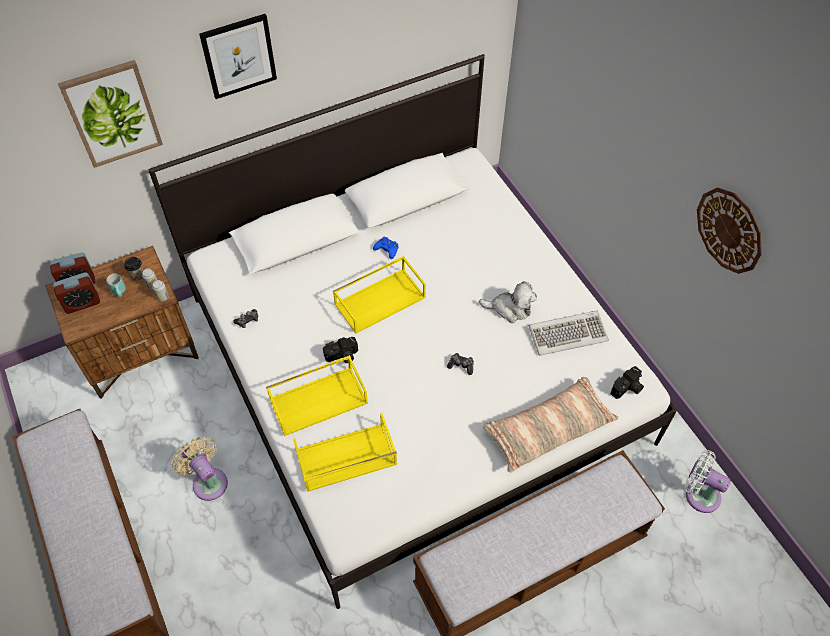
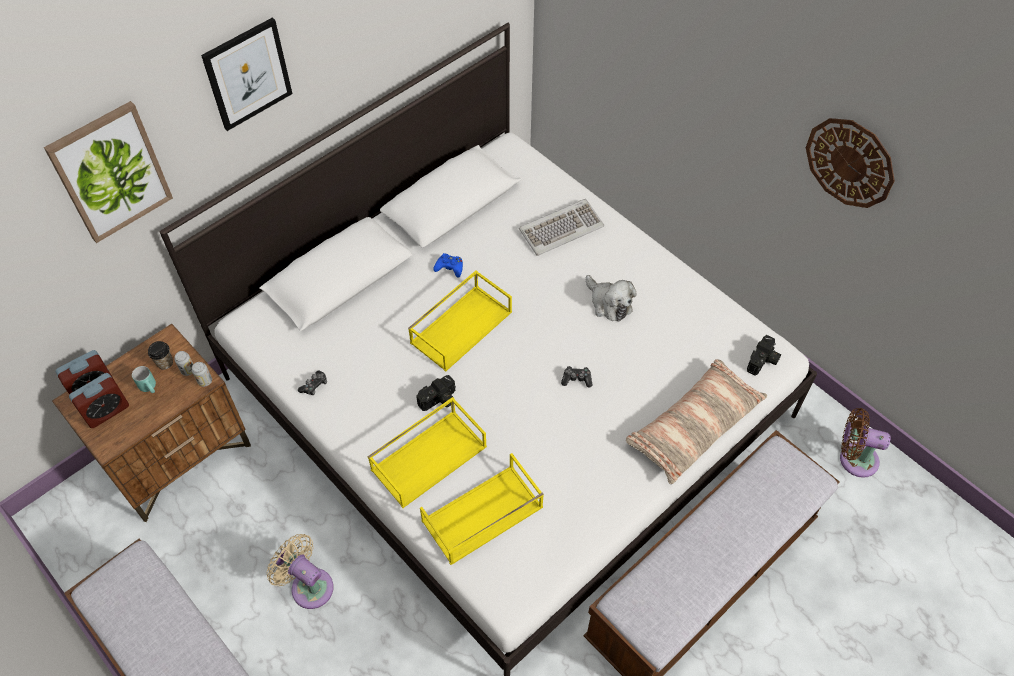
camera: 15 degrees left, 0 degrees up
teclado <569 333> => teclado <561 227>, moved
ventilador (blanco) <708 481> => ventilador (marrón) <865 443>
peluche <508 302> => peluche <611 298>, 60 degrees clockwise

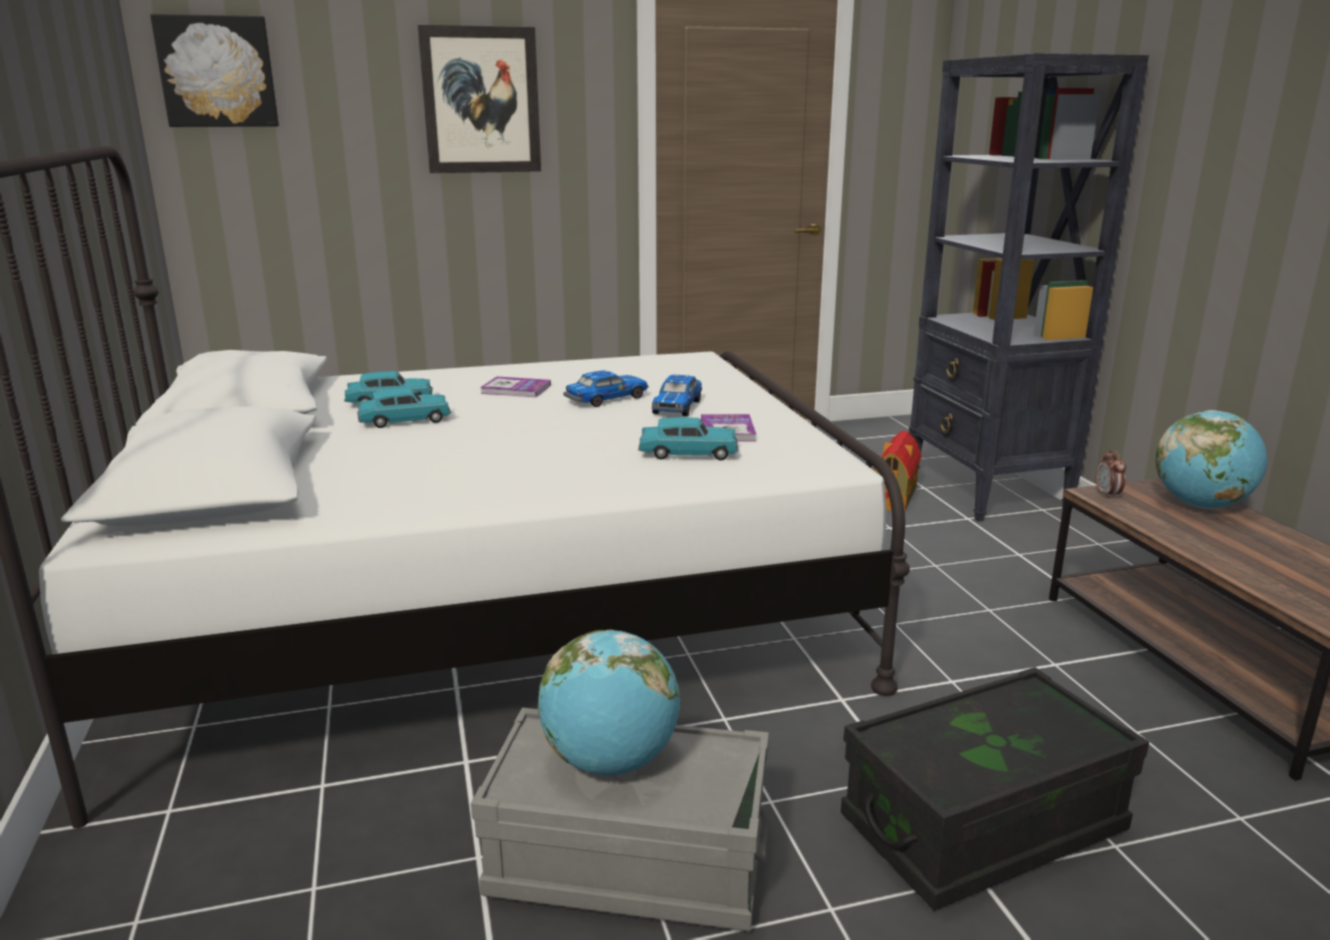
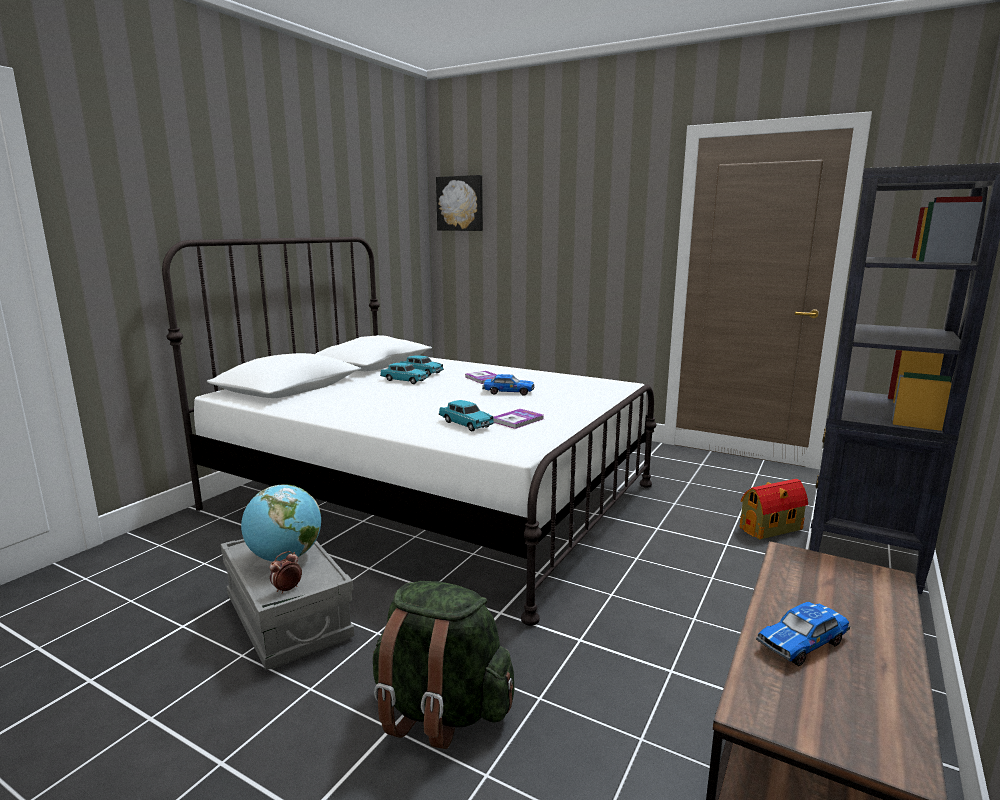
camera: 45 degrees right, 5 degrees down
cuadro <479 99> => nothing
globo terráqueo <1211 459> => nothing
coche de juguete <677 395> => coche de juguete <803 634>, moved
despertador <1111 474> => despertador <285 572>, moved
caja de almacenaje (negro) <995 789> => mochila (verde) <443 665>

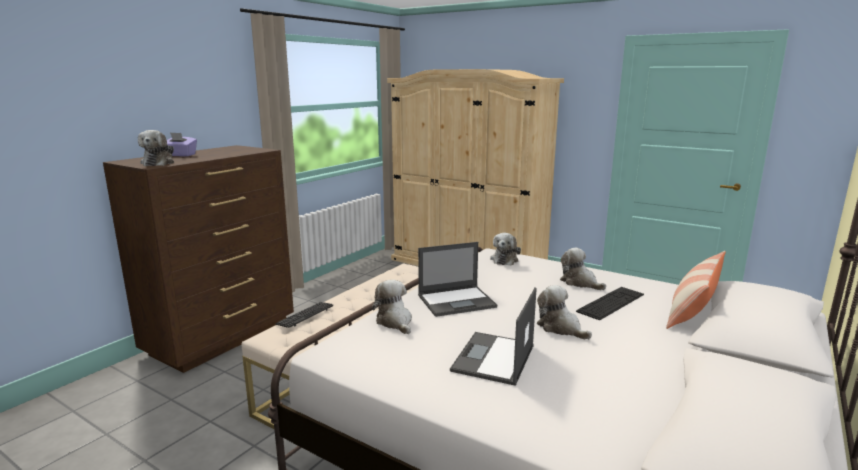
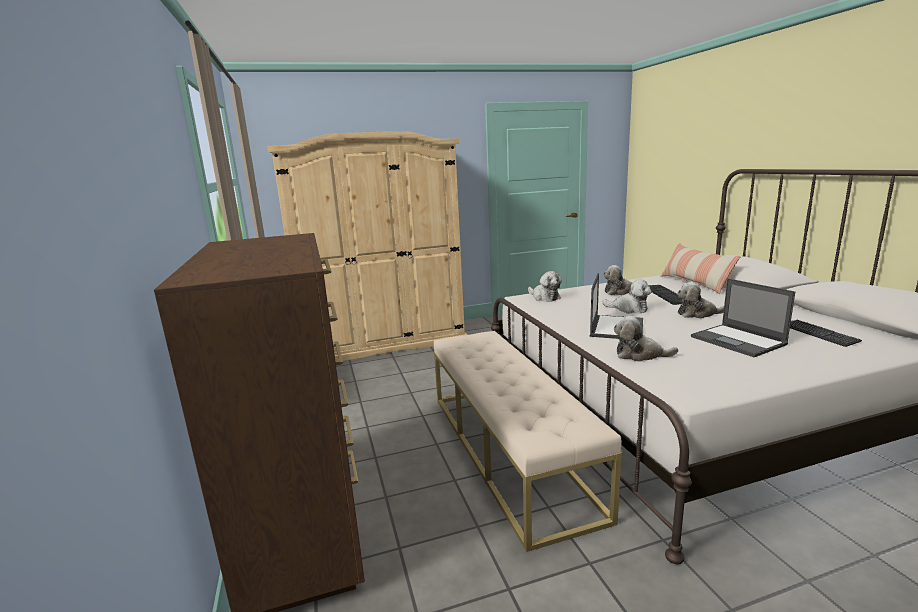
camera: 50 degrees left, 0 degrees up
caja de pañuelos (morado) <182 145> => nothing
peluche <156 148> => peluche <627 296>, moved
teclado <304 315> => teclado <826 333>, moved

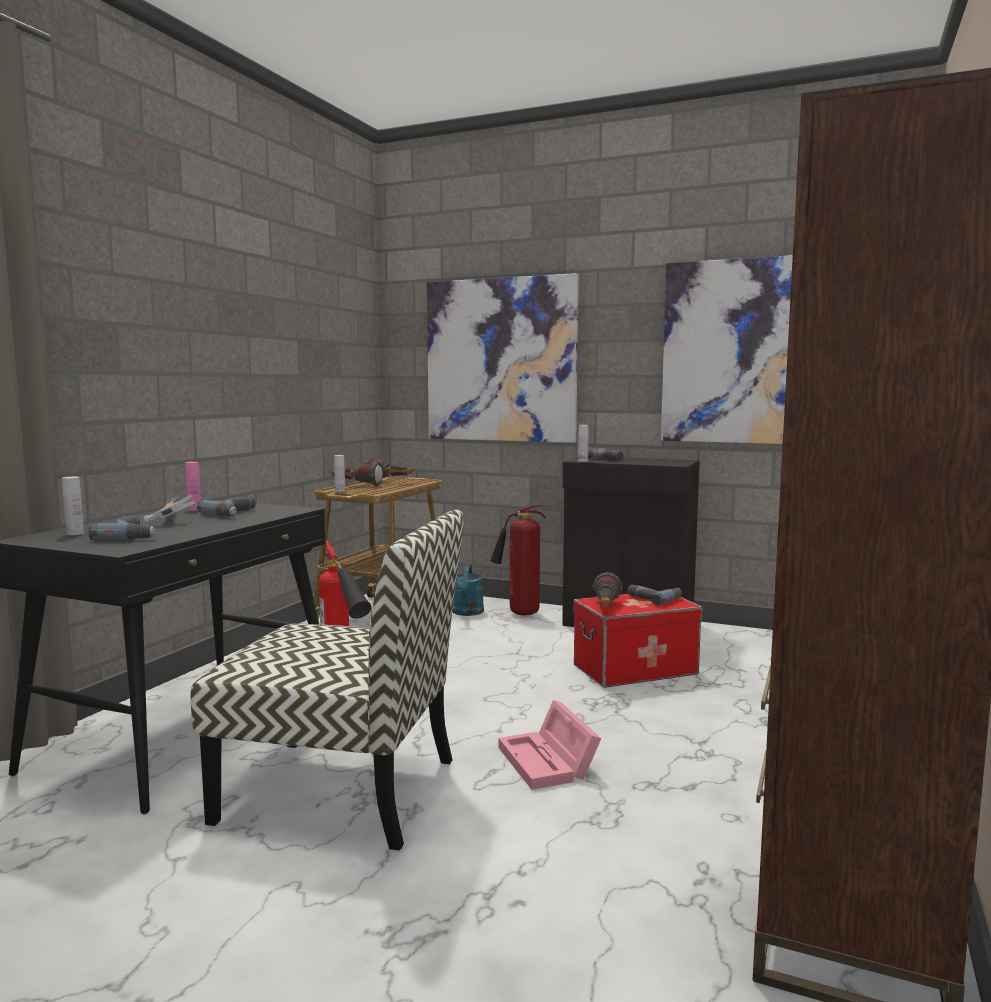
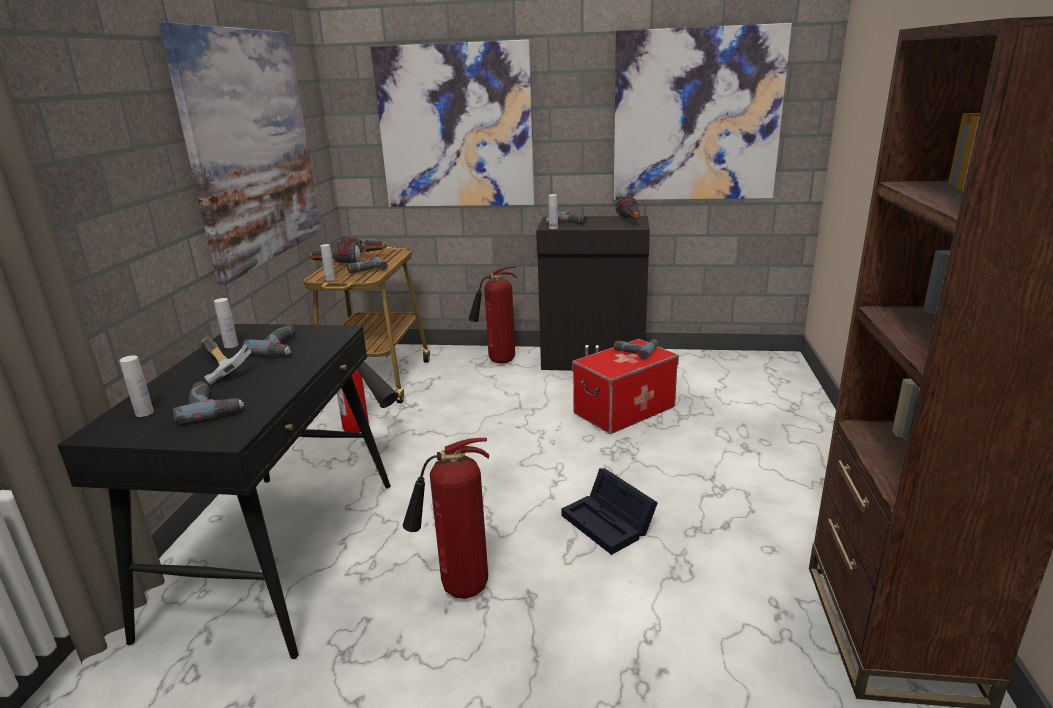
camera: 15 degrees left, 15 degrees up
regadera (turquesa) <468 590> => nothing
nothing => cuadro <240 153>
nothing => taladro <367 264>
linterna <608 589> => linterna <627 207>, moved
silla <327 680> => extintor <446 518>
botella (rosa) <193 486> => botella (blanco) <226 323>
caja de almacenaje (rosa) <549 745> => caja de almacenaje (negro) <609 511>

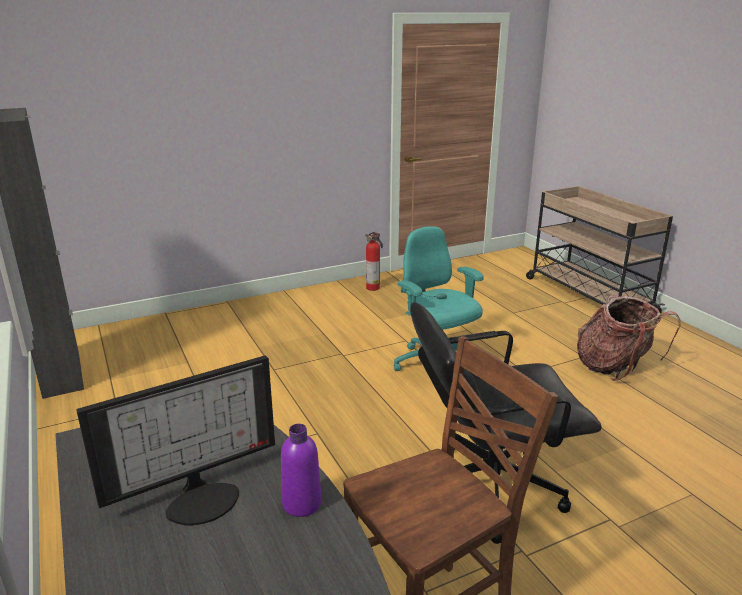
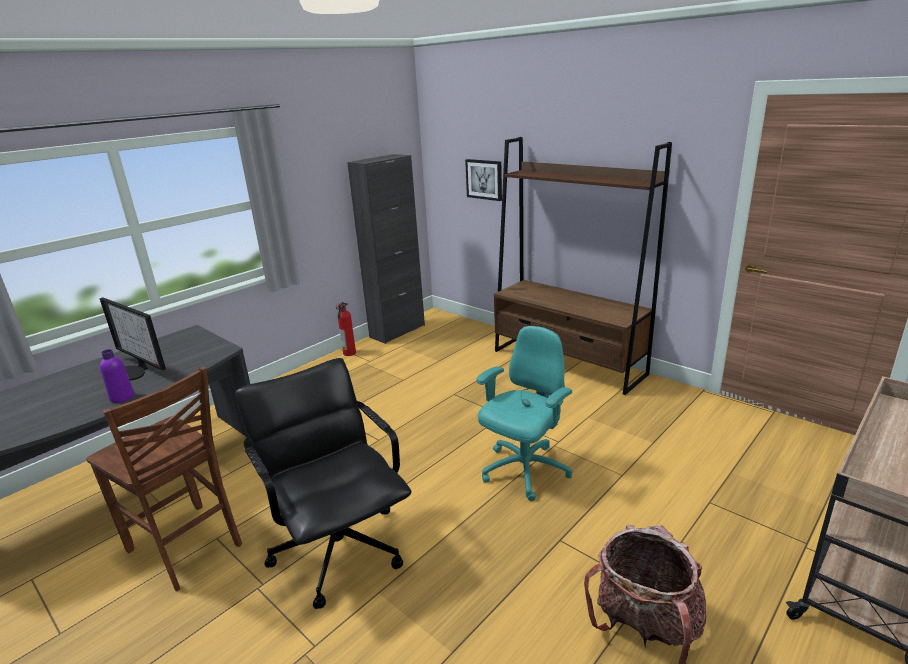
camera: 70 degrees right, 0 degrees up
nothing => cuadro <483 180>
nothing => estantería (marrón) <583 266>
extintor <374 261> => extintor <346 329>, moved

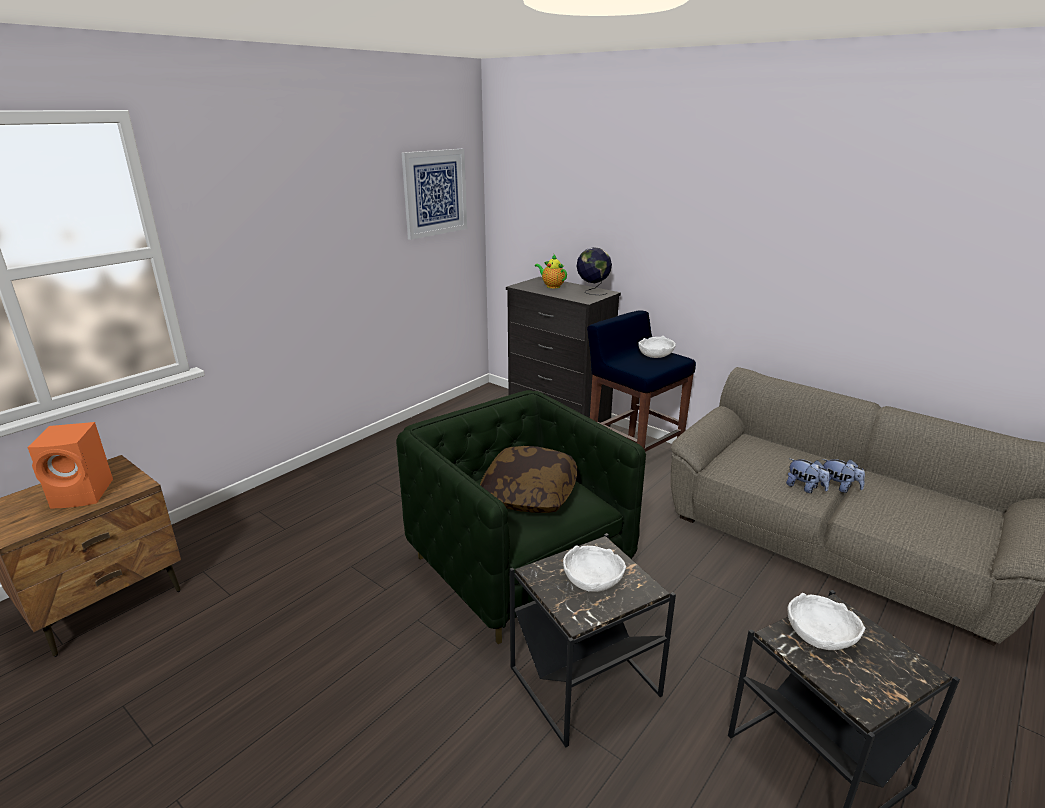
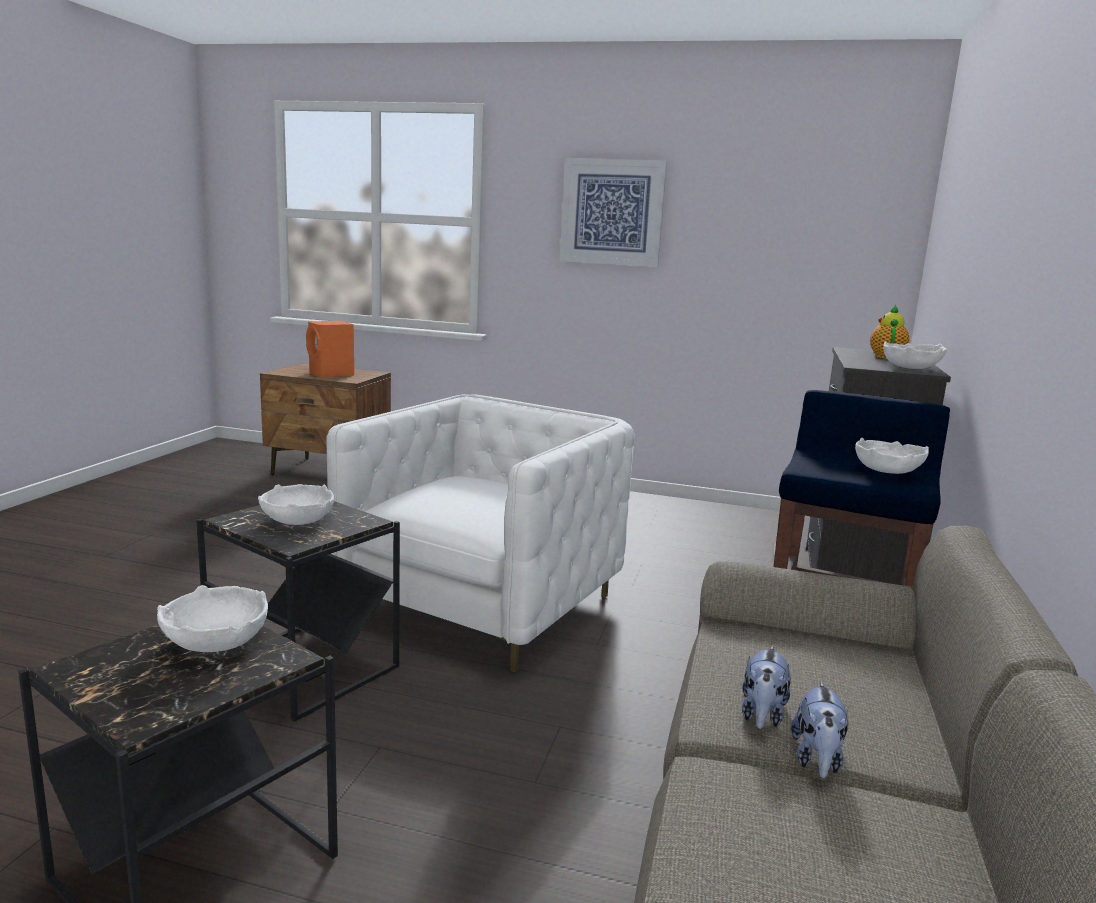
camera: 65 degrees right, 10 degrees down
cojín <528 479> => nothing
cuadro <434 194> => cuadro <613 212>, moved
globo terráqueo <594 271> => cuenco (blanco) <915 355>
sillón (verde) <521 517> => sillón (blanco) <480 533>

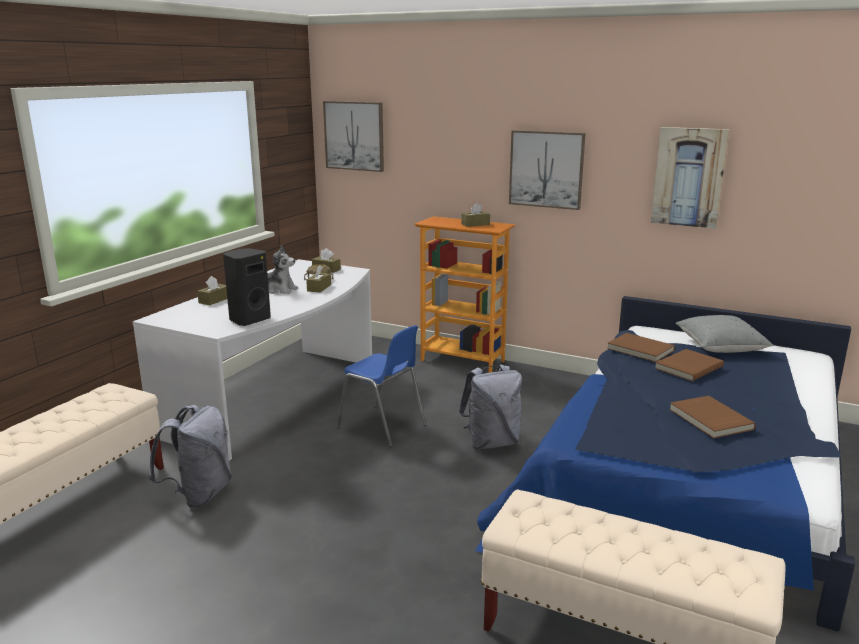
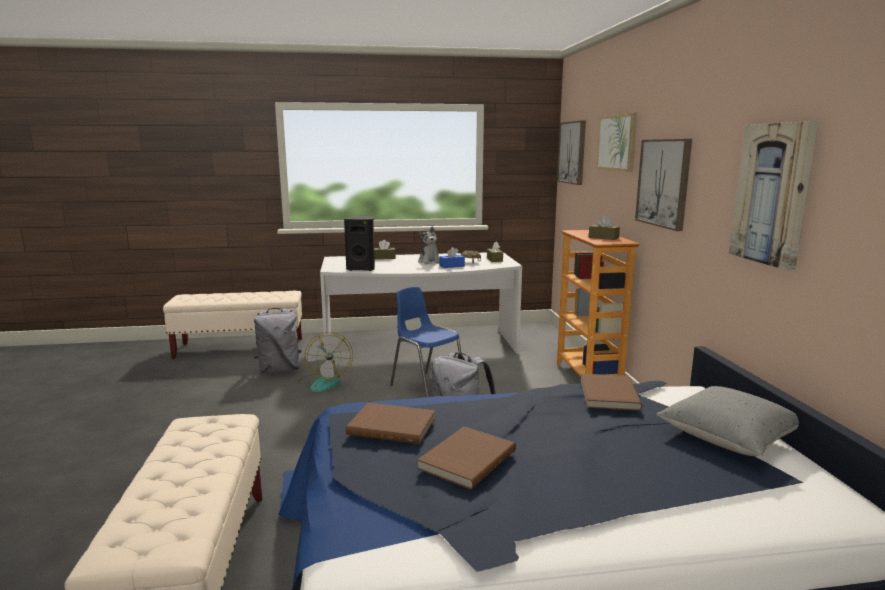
camera: 55 degrees right, 5 degrees down
nothing => ventilador <325 362>
nothing => cuadro <616 142>
libro (marrón) <689 365> => libro (marrón) <391 423>, moved
caja de pañuelos (marrón) <318 279> => caja de pañuelos (azul) <452 257>
silla (azul) <381 386> => silla (azul) <426 342>, 135 degrees clockwise

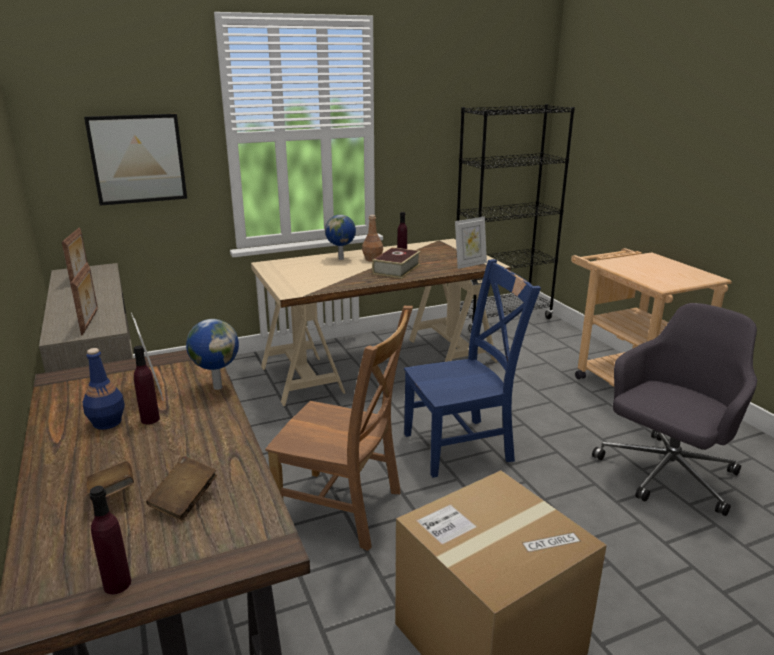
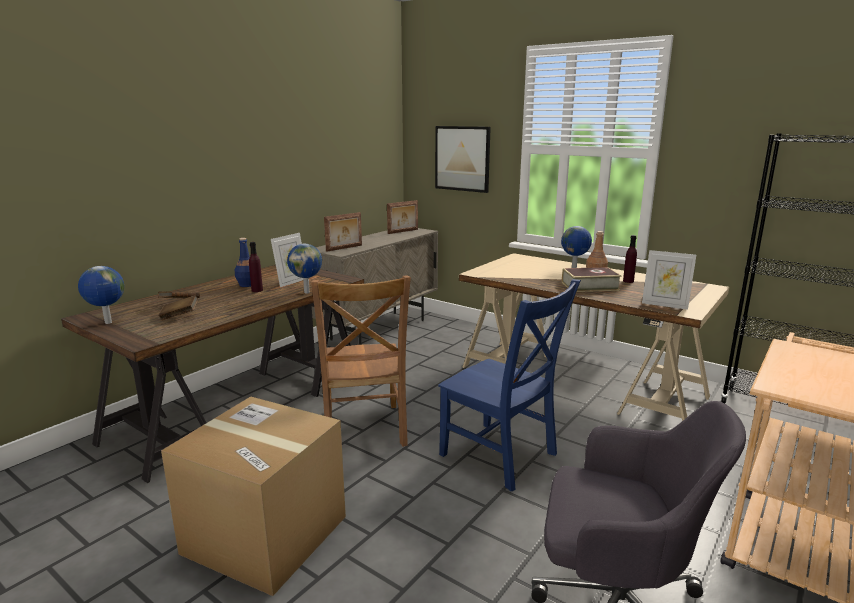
camera: 60 degrees right, 5 degrees down
botella (morado) <110 540> => globo terráqueo <101 295>

